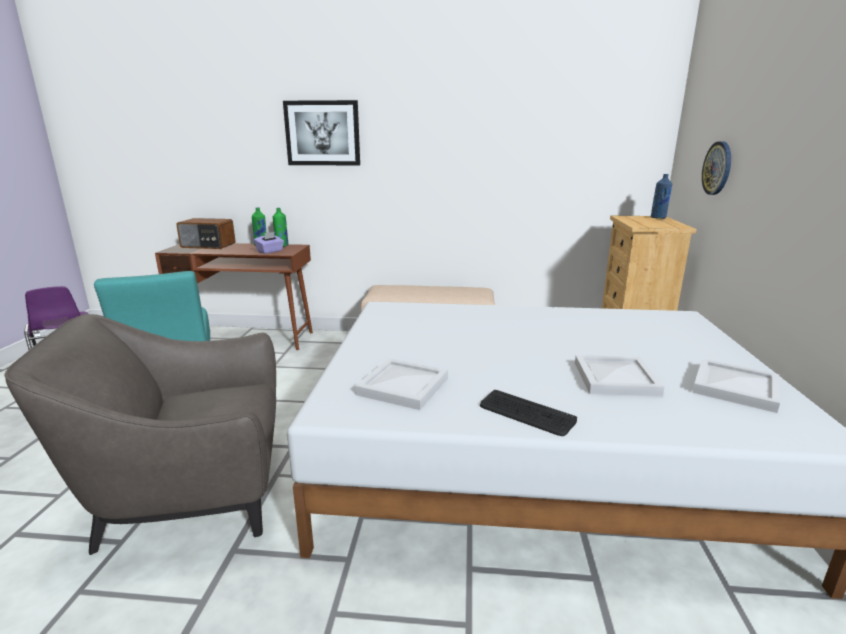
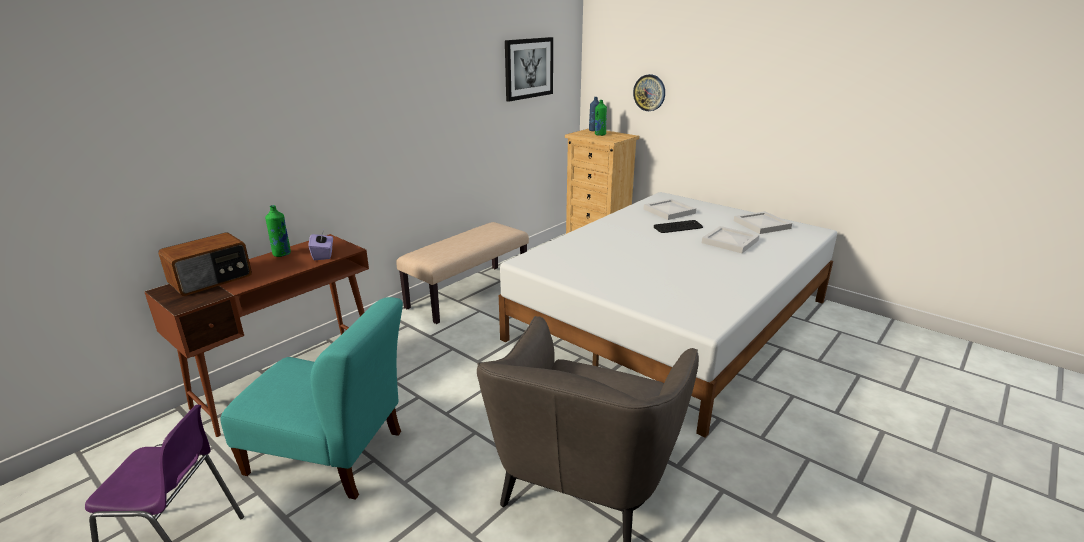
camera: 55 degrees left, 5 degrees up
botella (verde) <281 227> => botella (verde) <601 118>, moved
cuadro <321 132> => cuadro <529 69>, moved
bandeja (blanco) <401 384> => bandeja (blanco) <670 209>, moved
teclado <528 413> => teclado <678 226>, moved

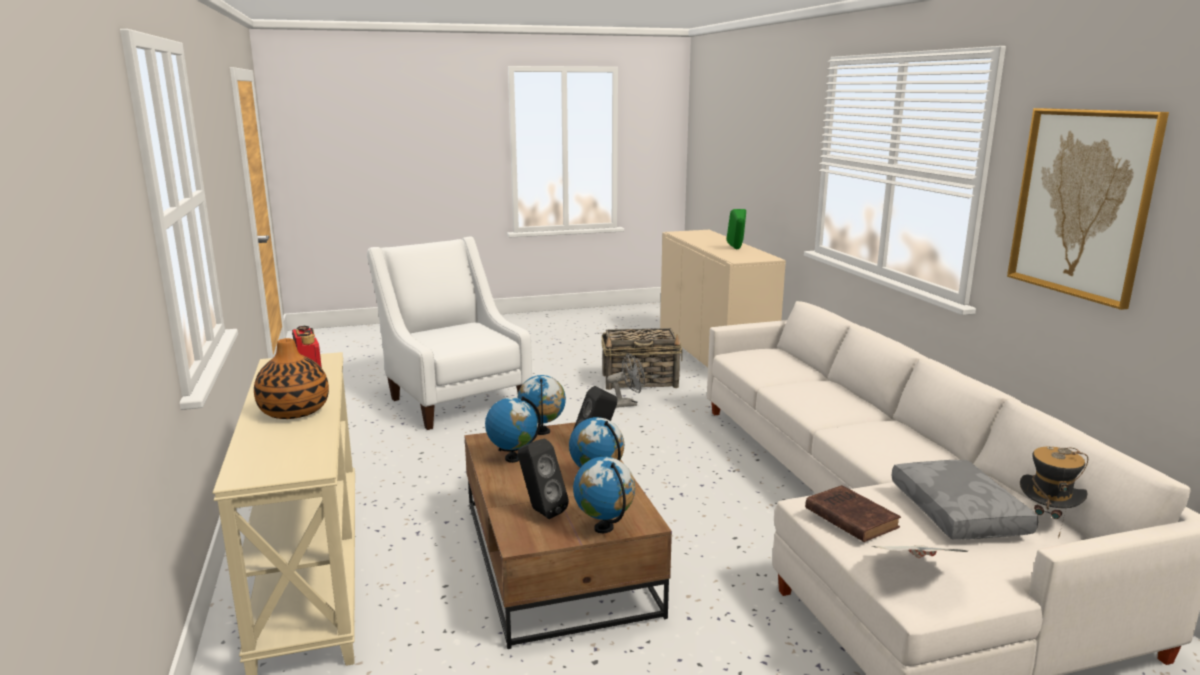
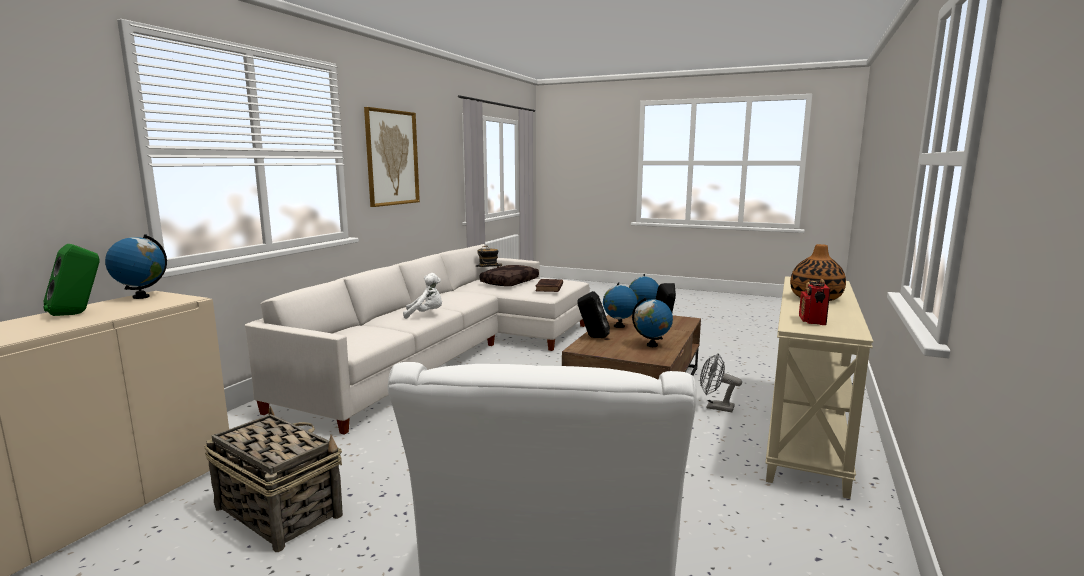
camera: 140 degrees left, 5 degrees down
periódico <920 551> => nothing
nothing => peluche (blanco) <422 296>
globo terráqueo <541 405> => globo terráqueo <136 266>, moved
ventilador (gris) <626 380> => ventilador (gris) <721 382>, moved
cojín (gris) <964 500> => cojín (marrón) <509 275>

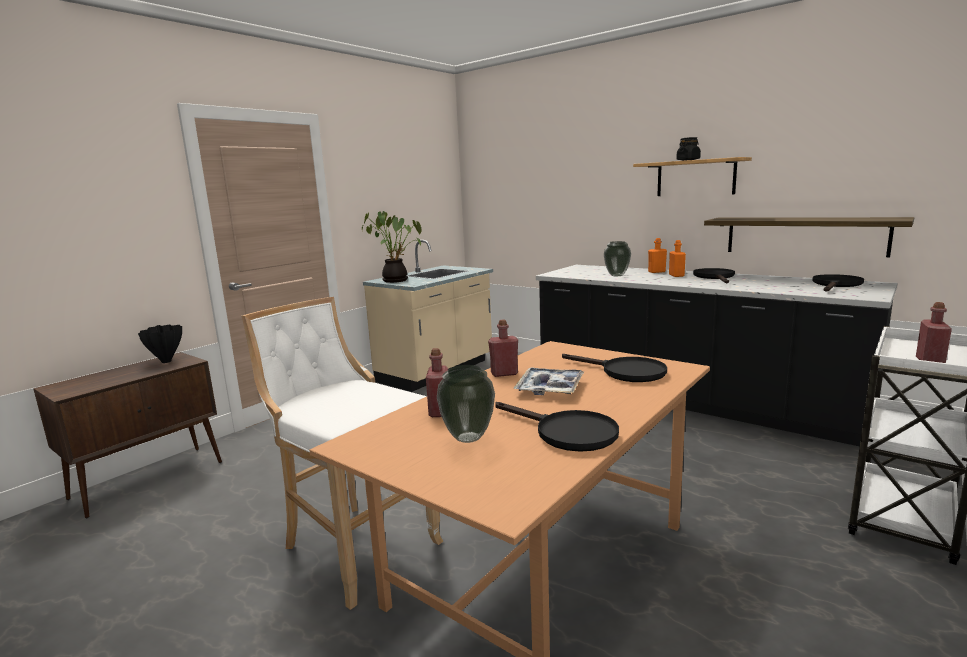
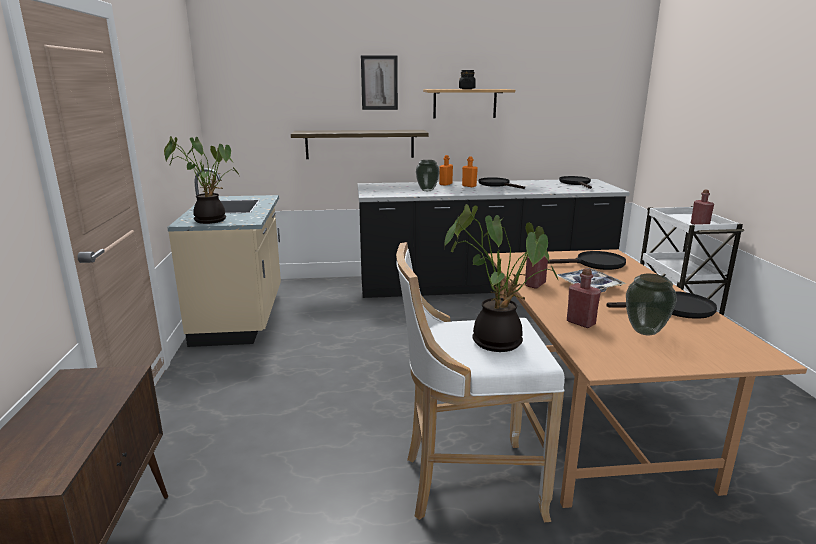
camera: 45 degrees left, 5 degrees up
florero (negro) <160 344> => nothing
nothing => cuadro <379 82>
nothing => planta en maceta <501 278>
estante <809 237> => estante <360 144>, moved

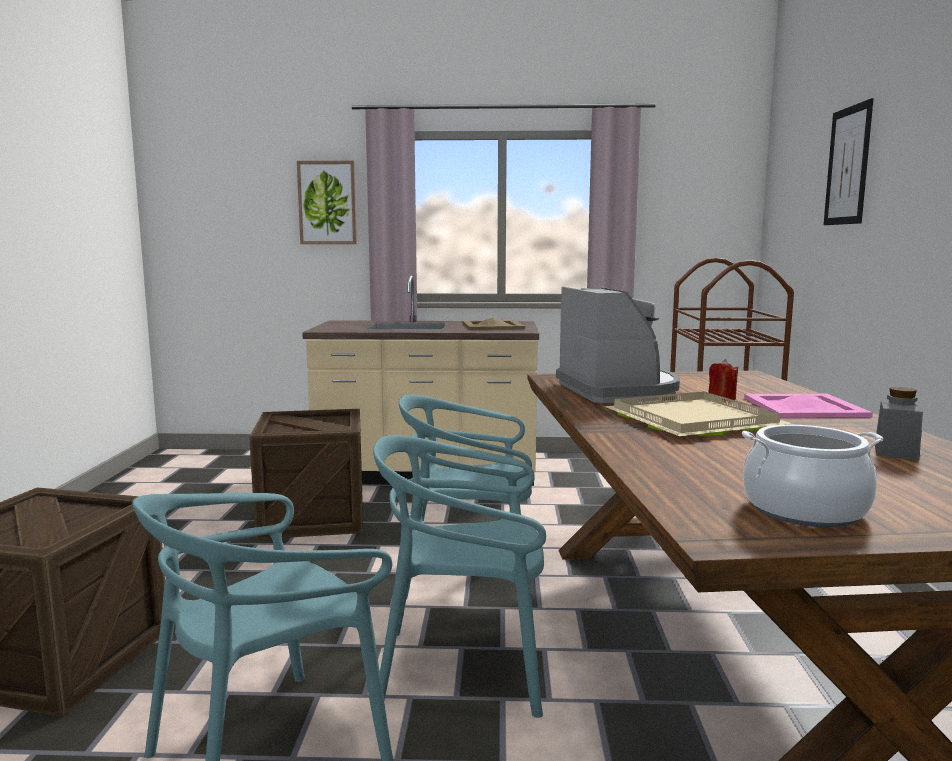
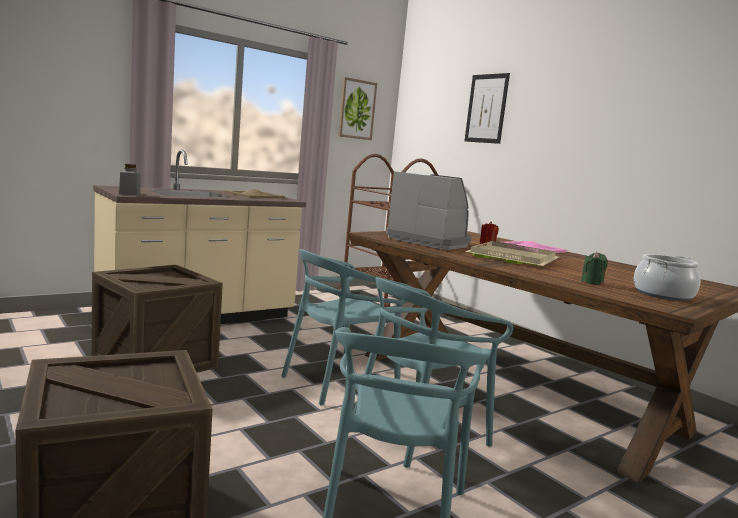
camera: 40 degrees left, 0 degrees up
nothing => vela (verde) <594 268>
cuadro <327 202> => cuadro <357 108>, moved
tarro (gris) <899 423> => tarro (gris) <129 180>, moved

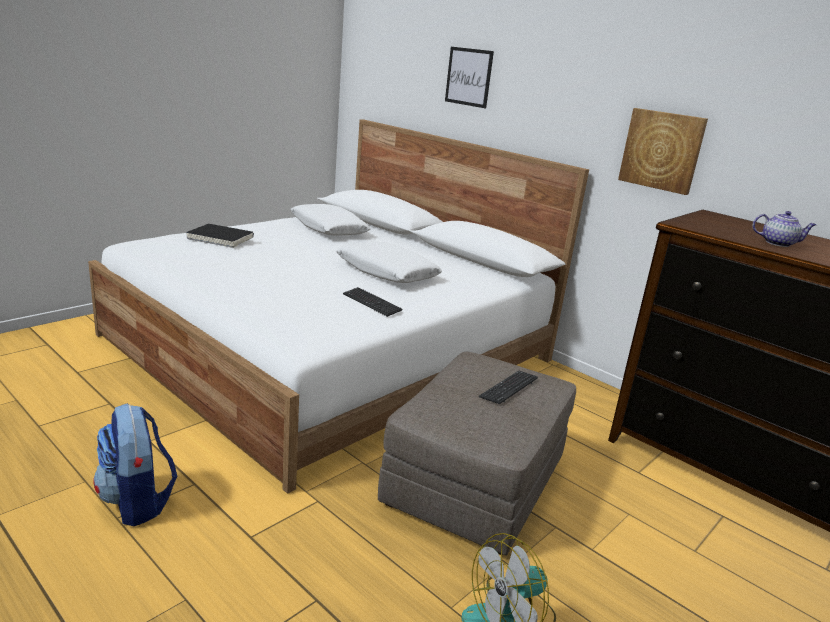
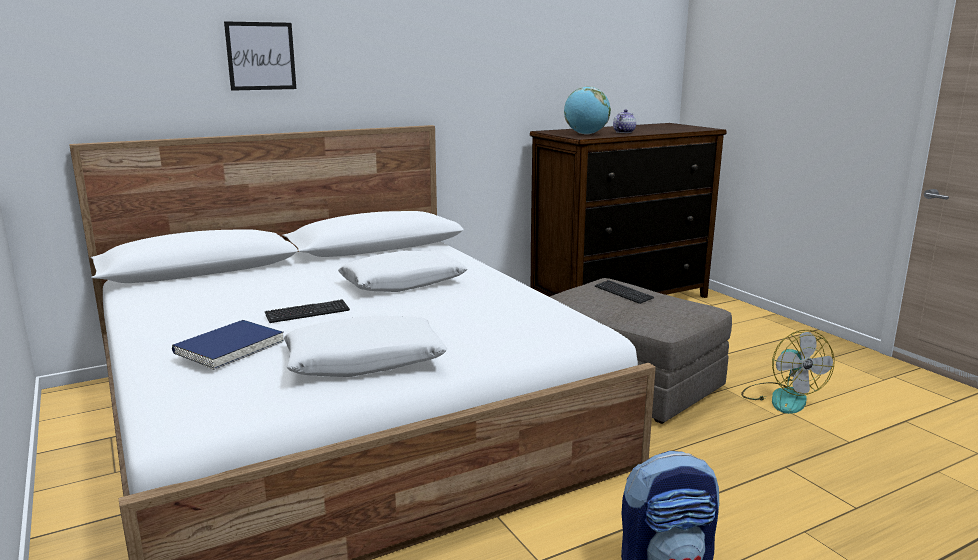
camera: 70 degrees left, 5 degrees down
cuadro <663 151> => nothing
nothing => globo terráqueo <587 111>
cojín (blanco) <330 220> => cojín (blanco) <365 346>, moved
teclado <373 302> => teclado <307 311>, moved
libro (negro) <220 236> => libro (azul) <228 345>

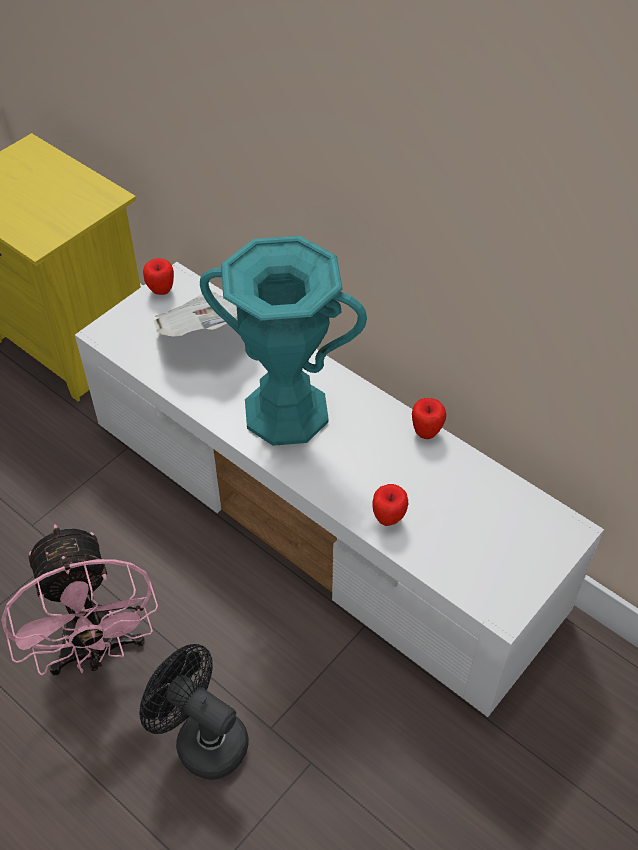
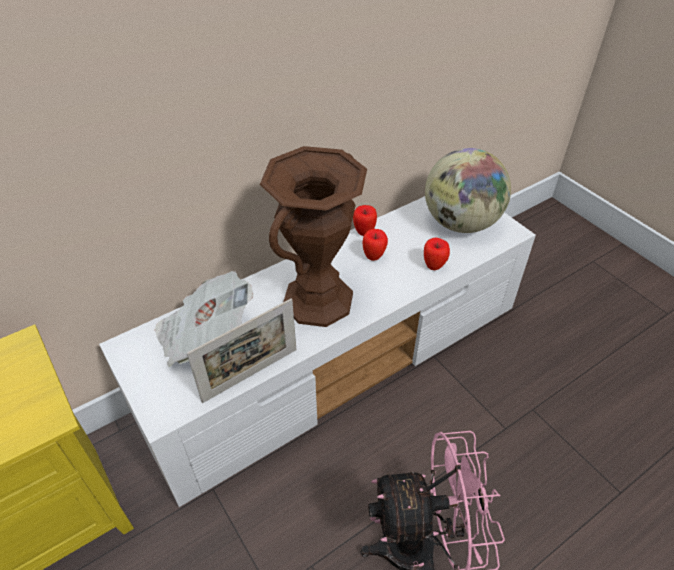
camera: 75 degrees left, 5 degrees down
ventilador (negro) <194 712> => nothing
nothing => portarretratos <241 350>
nothing => globo terráqueo <468 190>
manzana <158 276> => manzana <375 245>, moved
florero (turquesa) <283 341> => florero (marrón) <313 236>

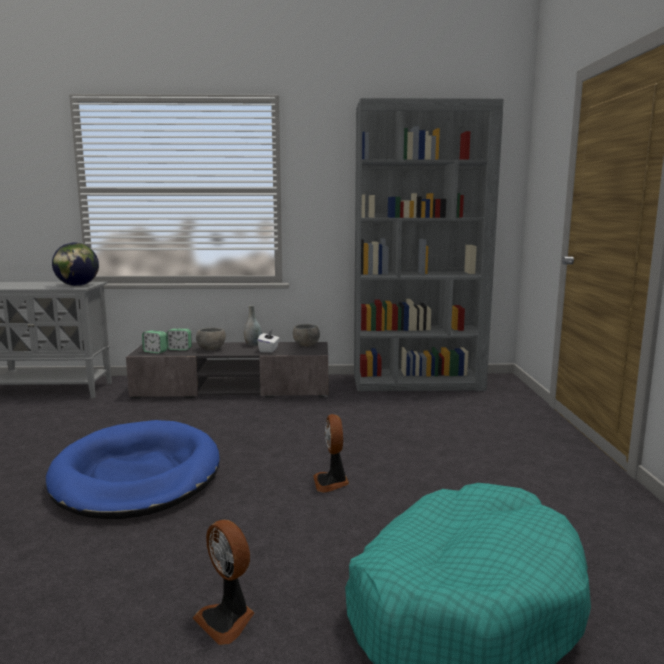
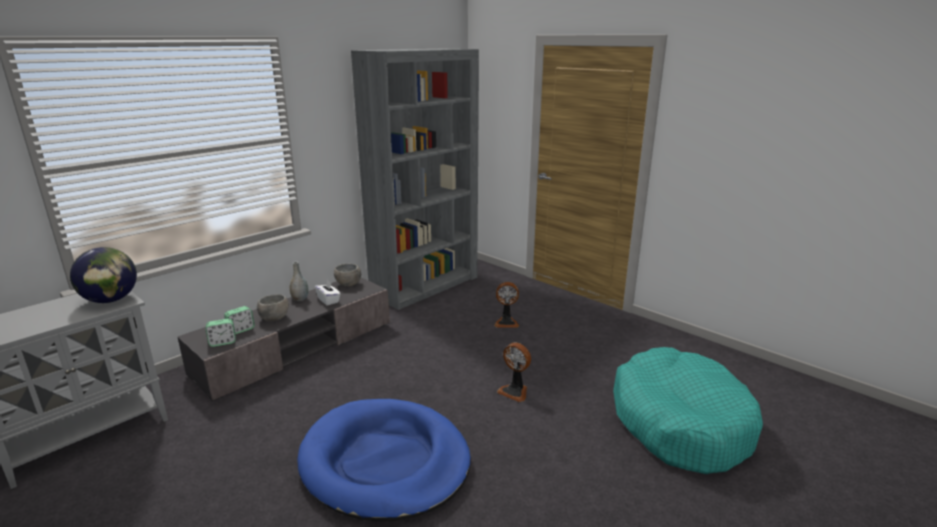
camera: 45 degrees left, 10 degrees up
ventilador <223 582> => ventilador <506 305>, moved

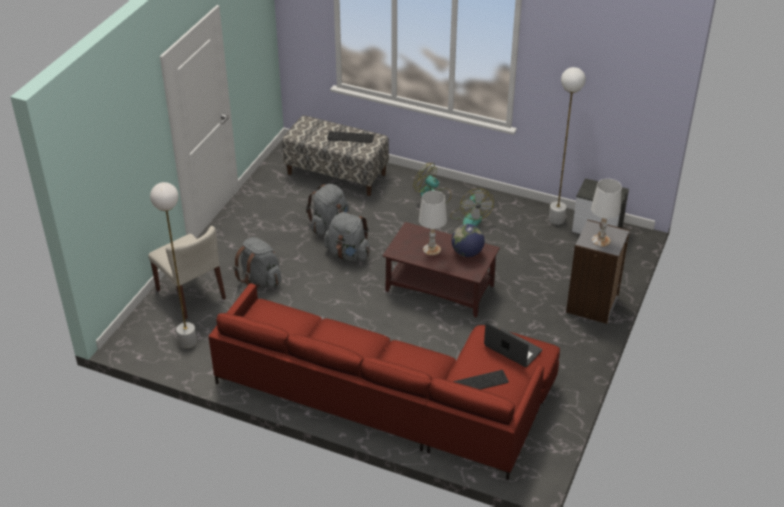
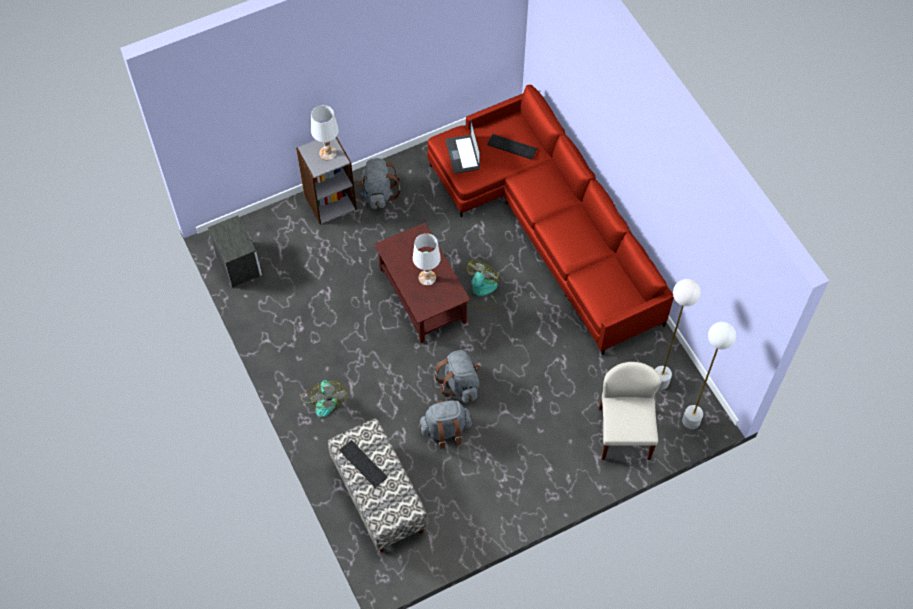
camera: 140 degrees left, 20 degrees up
globo terráqueo <468 240> => nothing
mochila (gris) <257 262> => mochila (gris) <379 183>, moved
ventilador <472 207> => ventilador <482 284>, moved
lámpara de pie (blanco) <567 146> => lámpara de pie (blanco) <709 375>, moved

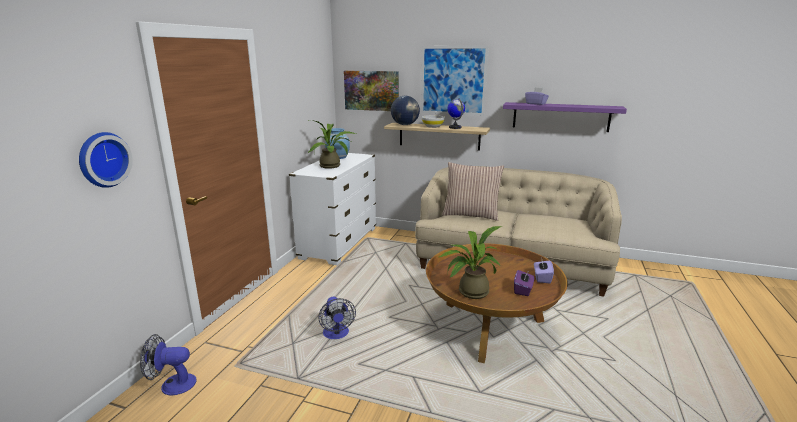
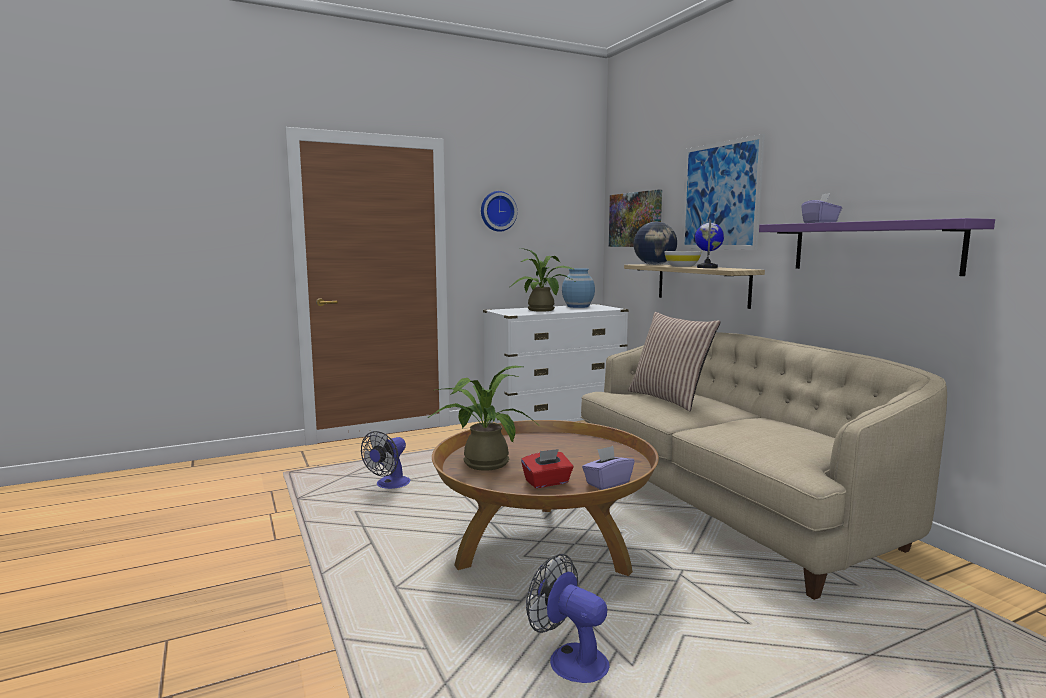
camera: 45 degrees right, 10 degrees down
reloj de pared <106 160> => reloj de pared <499 211>, moved
ventilador <168 365> => ventilador <567 618>, moved
caja de pañuelos (morado) <524 283> => caja de pañuelos (rojo) <547 468>

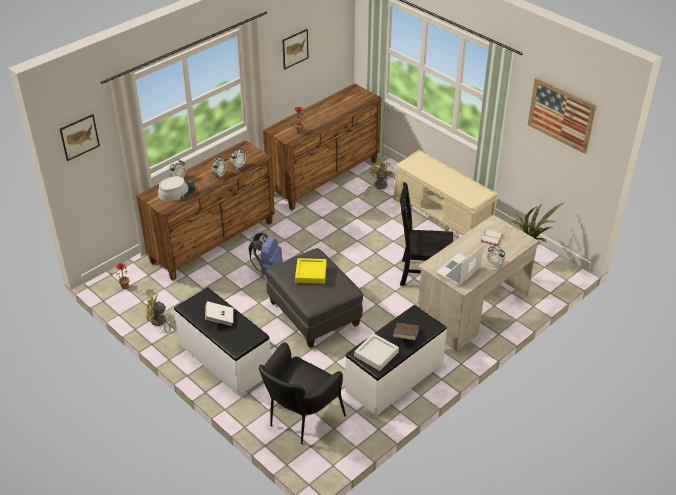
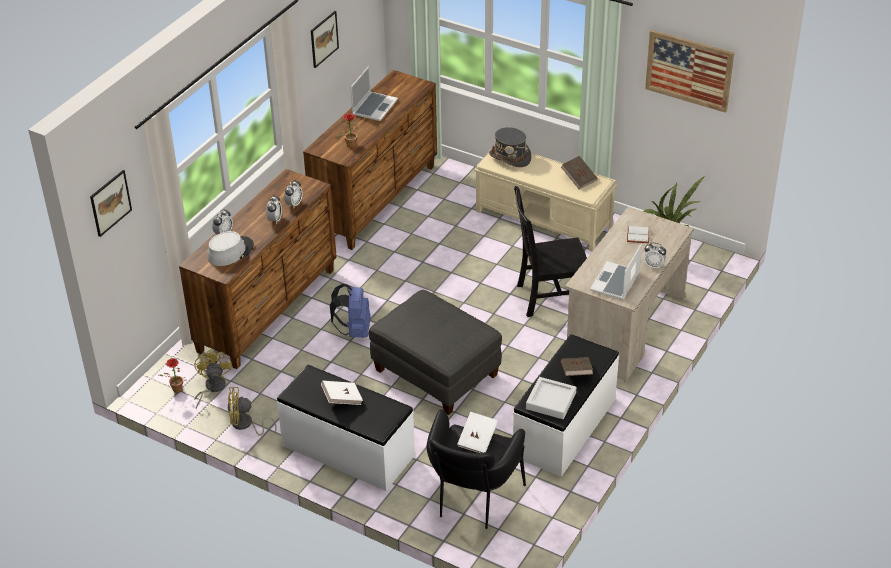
camera: 15 degrees left, 0 degrees up
bandeja (amarillo) <311 271> => nothing
nothing => portátil <374 93>
nothing => libro (blanco) <477 432>
nothing => sombrero (gris) <510 147>
nothing => libro (marrón) <579 172>
ventilador (amarillo) <379 178> => ventilador (amarillo) <213 379>, moved

